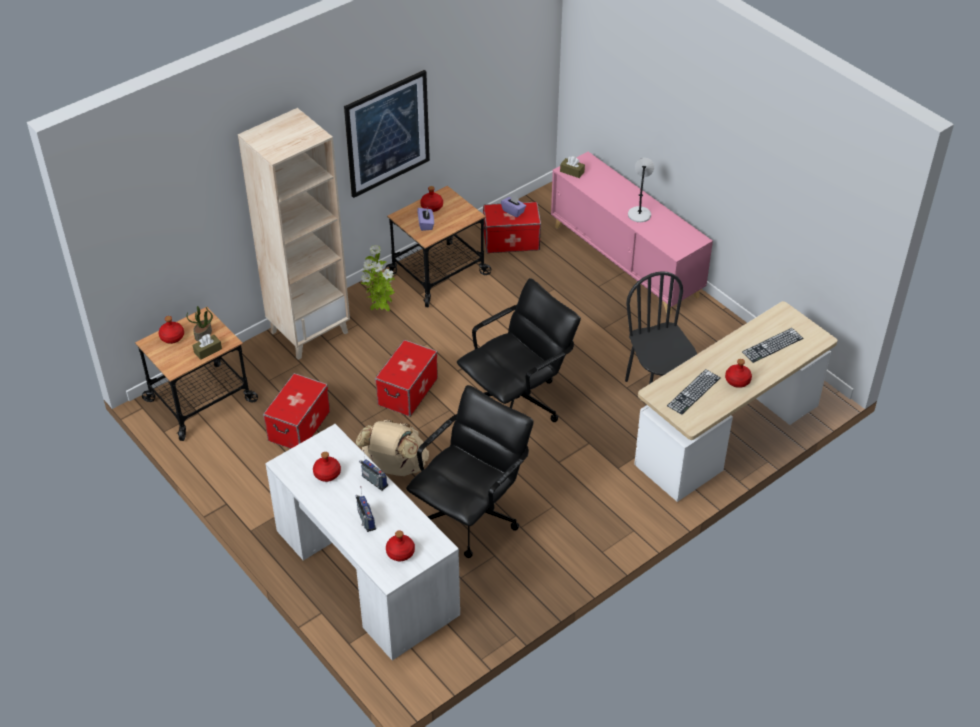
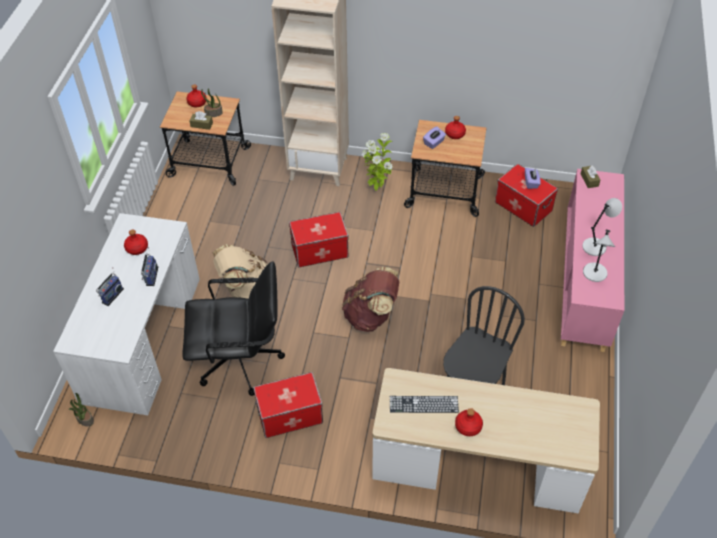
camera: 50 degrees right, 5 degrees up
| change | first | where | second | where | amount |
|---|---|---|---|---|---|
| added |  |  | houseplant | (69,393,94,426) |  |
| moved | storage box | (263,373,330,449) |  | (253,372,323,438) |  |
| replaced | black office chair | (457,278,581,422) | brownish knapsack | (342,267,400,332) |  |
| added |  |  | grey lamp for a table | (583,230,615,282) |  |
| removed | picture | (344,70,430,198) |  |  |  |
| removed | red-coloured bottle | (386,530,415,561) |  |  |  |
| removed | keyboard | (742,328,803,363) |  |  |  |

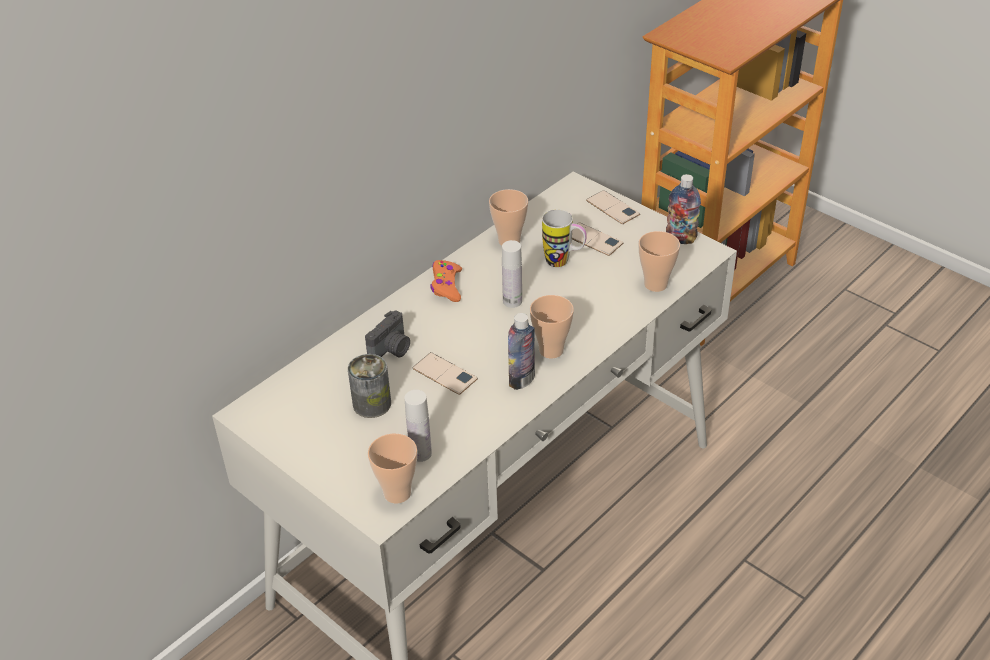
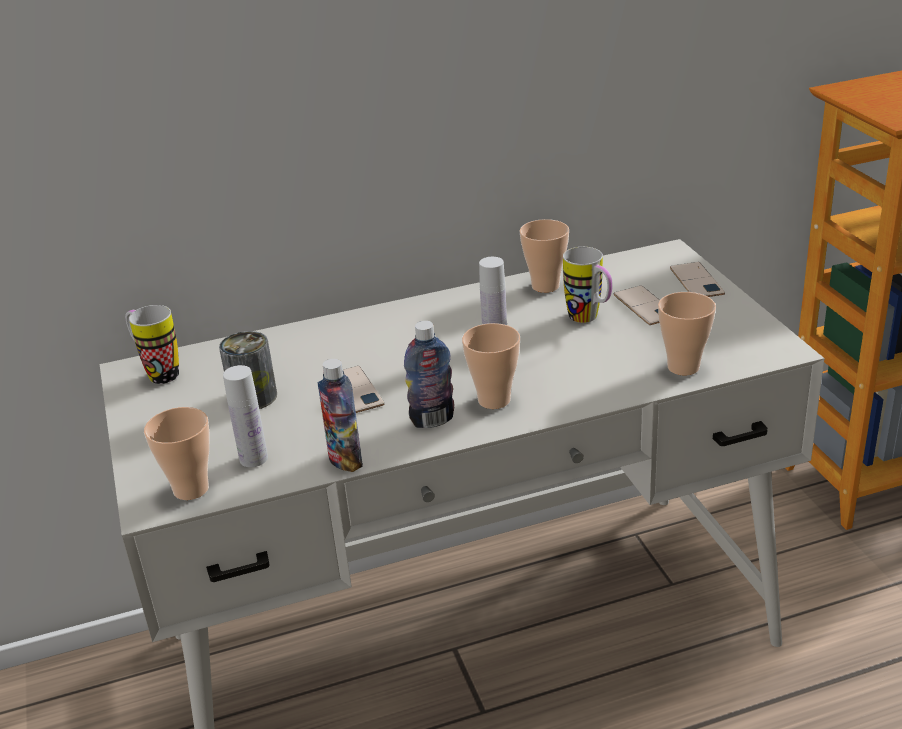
camera: 30 degrees right, 10 degrees down
| change | first | where | second | where | amount |
|---|---|---|---|---|---|
| added |  |  | mug | (125,305,179,384) |  |
| moved | bottle | (666,174,701,244) |  | (318,359,363,472) |  |
| removed | photo camera | (365,311,410,358) |  |  |  |
| removed | orange-coloured gamepad | (430,260,462,302) |  |  |  |

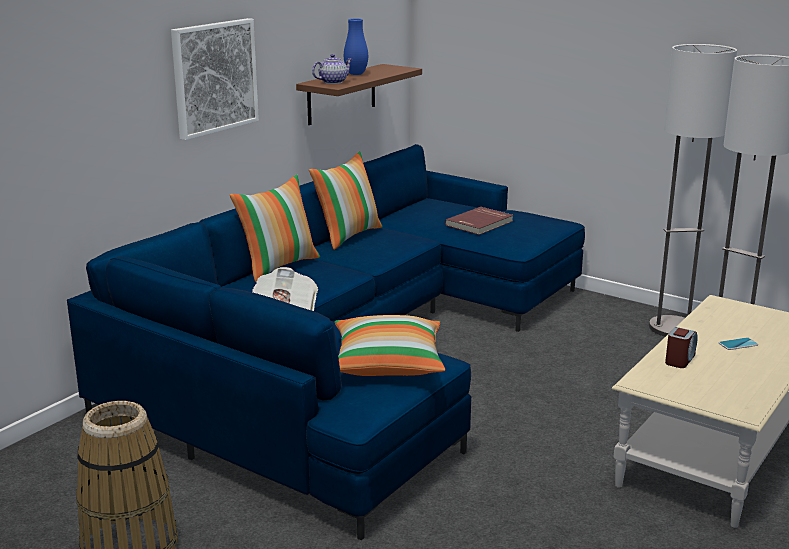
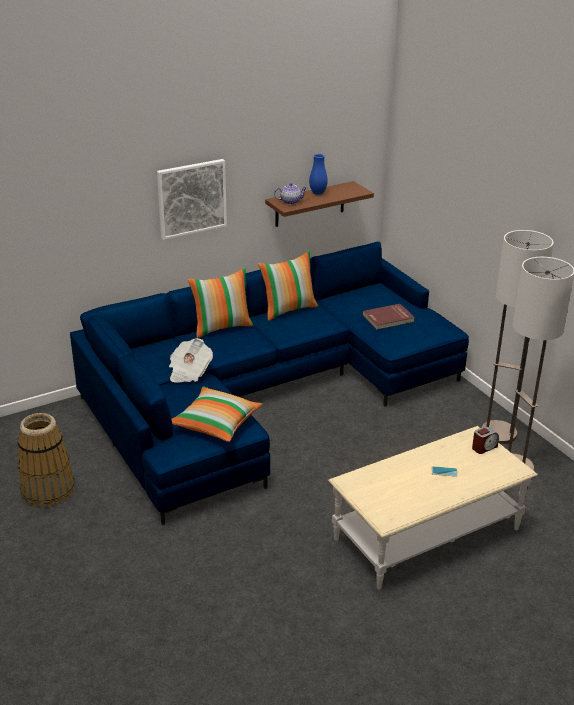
camera: 25 degrees right, 10 degrees up
| change | first | where | second | where | amount |
|---|---|---|---|---|---|
| moved | bedside clock | (665,327,698,368) |  | (472,426,499,454) |  |

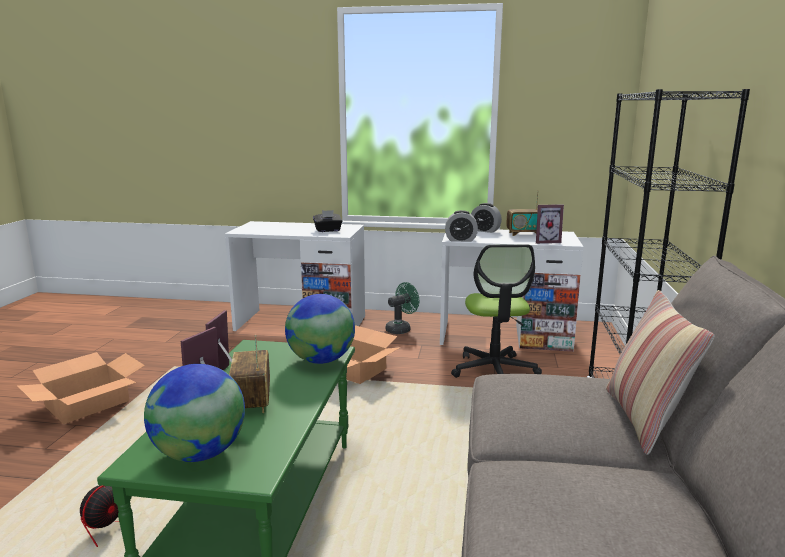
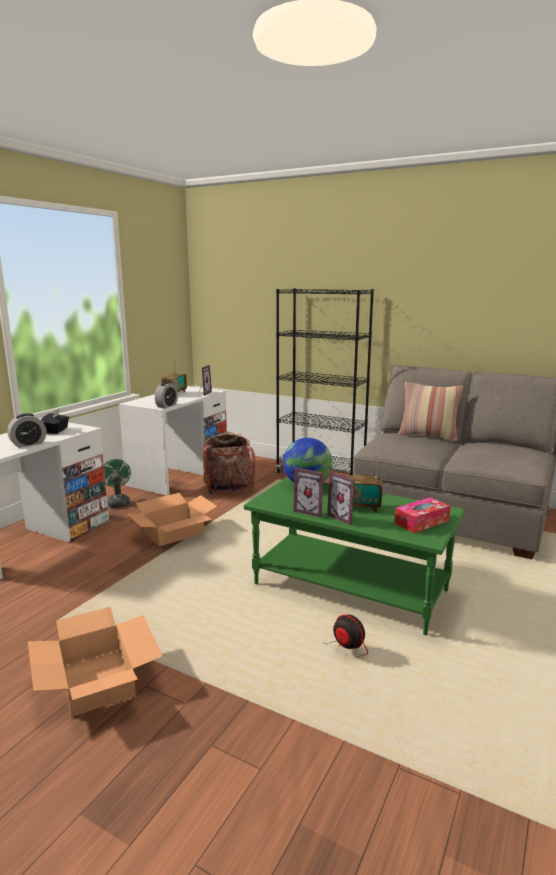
camera: 70 degrees left, 0 degrees up
| change | first | where | second | where | amount |
|---|---|---|---|---|---|
| moved | bedside clock | (471,203,502,233) |  | (7,413,46,448) |  |
| replaced | office chair | (451,244,542,378) | knapsack | (203,431,255,494) |  |
| replaced | globe | (144,364,245,462) | tissue holder | (395,497,450,533) |  |

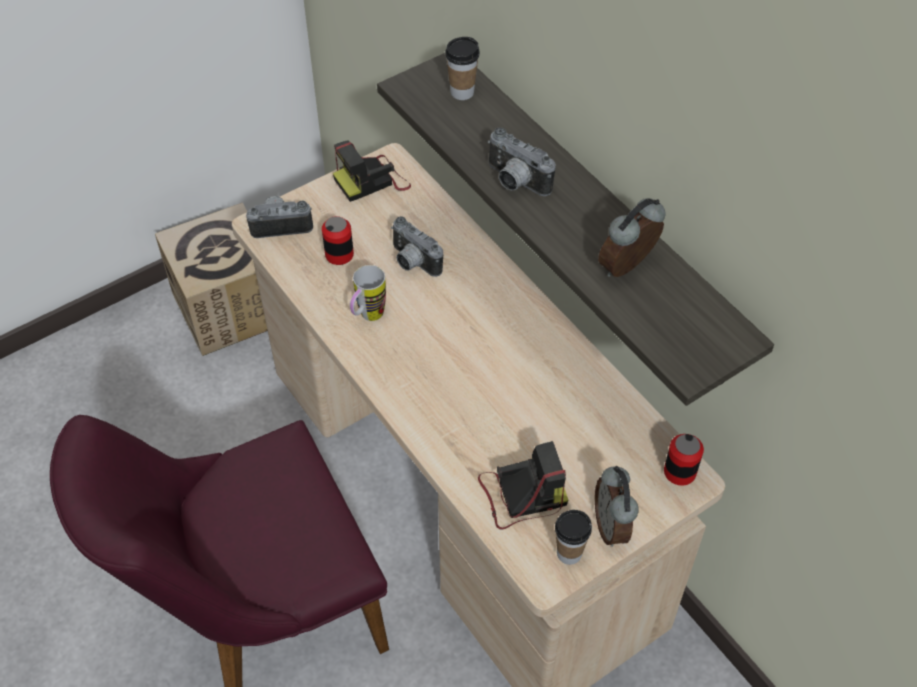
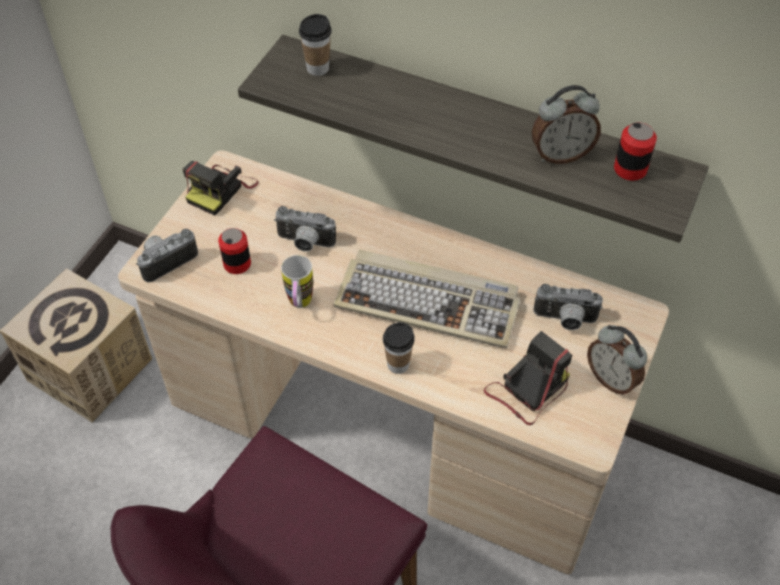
camera: 30 degrees left, 0 degrees up
| change | first | where | second | where | amount |
|---|---|---|---|---|---|
| added |  |  | keyboard | (333,250,520,349) |  |
| moved | small cup | (555,510,592,565) |  | (383,322,415,374) |  |
| turned | bedside clock | (598,198,666,277) |  | (532,85,601,164) | 120 degrees counterclockwise |
| moved | photo camera | (488,127,556,196) |  | (534,284,603,330) |  |
| moved | metal can | (664,434,704,486) |  | (614,123,657,181) |  |

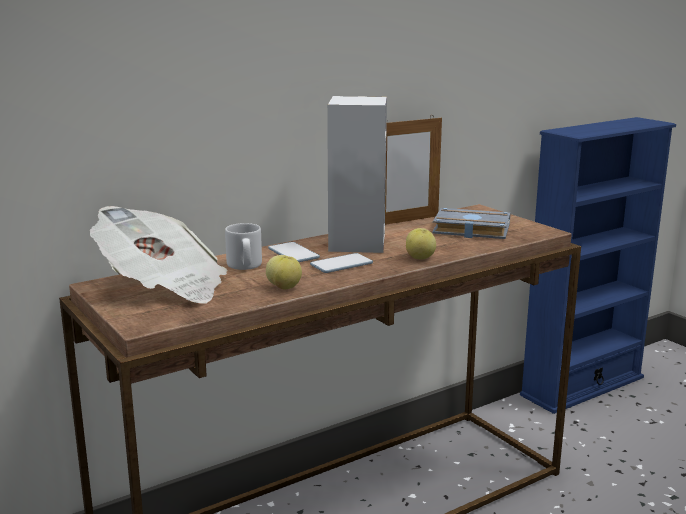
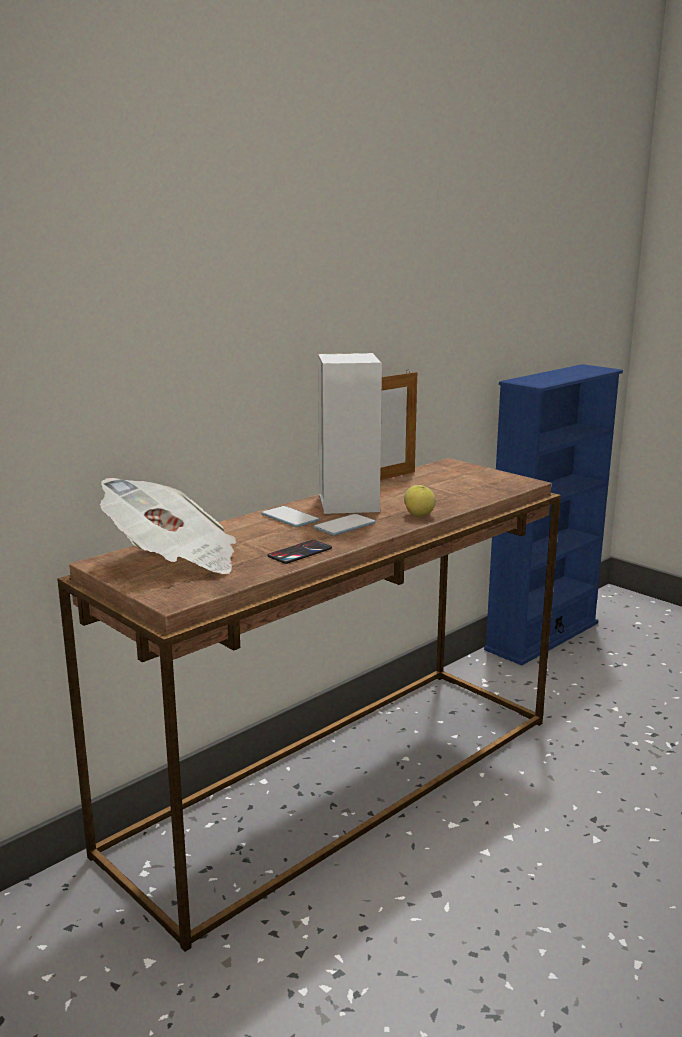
camera: 10 degrees left, 0 degrees up
| change | first | where | second | where | amount |
|---|---|---|---|---|---|
| replaced | apple fruit | (266,255,302,290) | telephone | (268,540,332,564) |  |
| removed | grey mug | (225,223,262,270) |  |  |  |
| removed | grey volume | (432,208,510,239) |  |  |  |

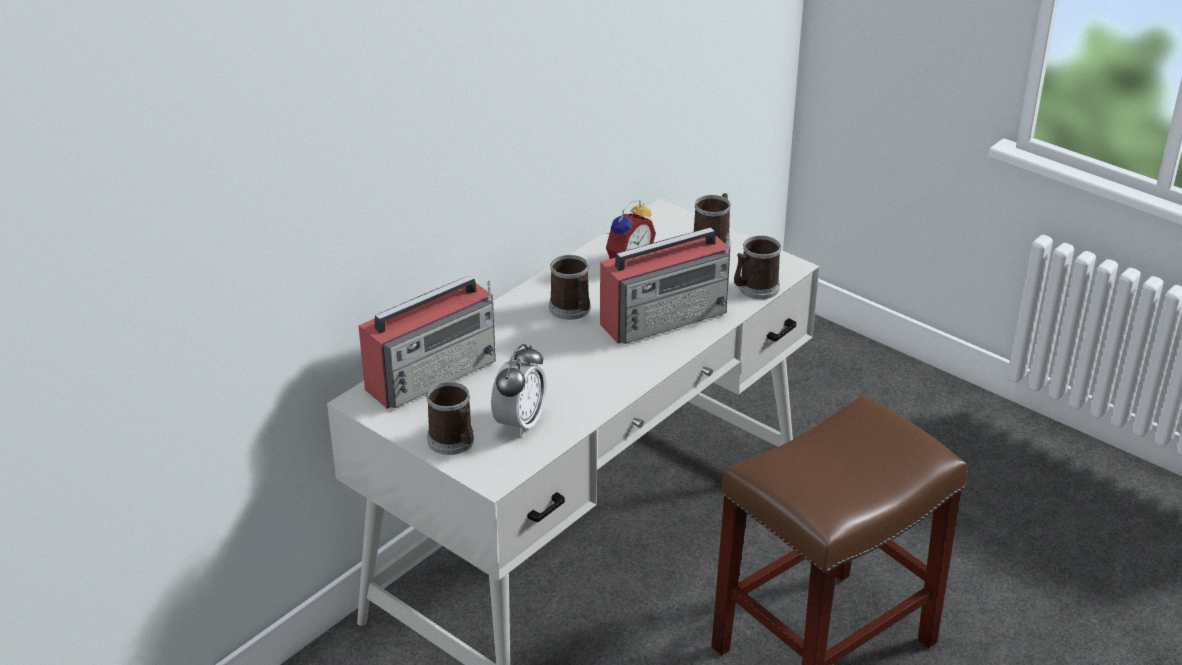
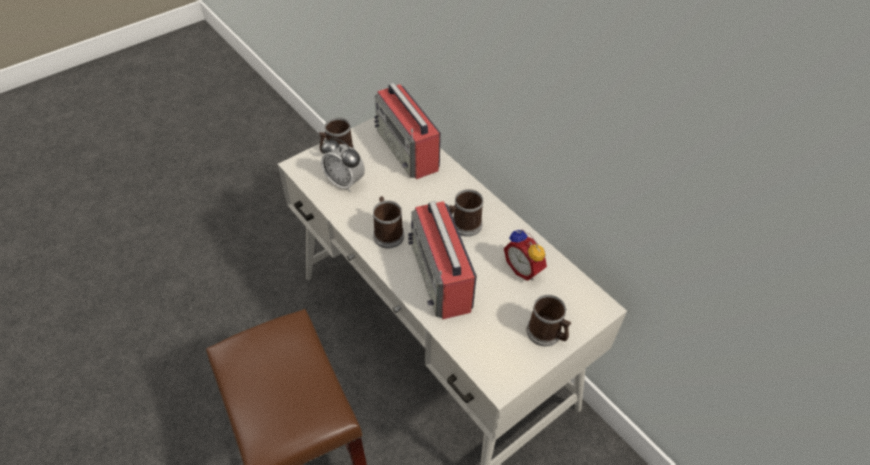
camera: 100 degrees right, 15 degrees up
| change | first | where | second | where | amount |
|---|---|---|---|---|---|
| moved | mug | (734,236,781,299) |  | (373,196,404,248) |  |

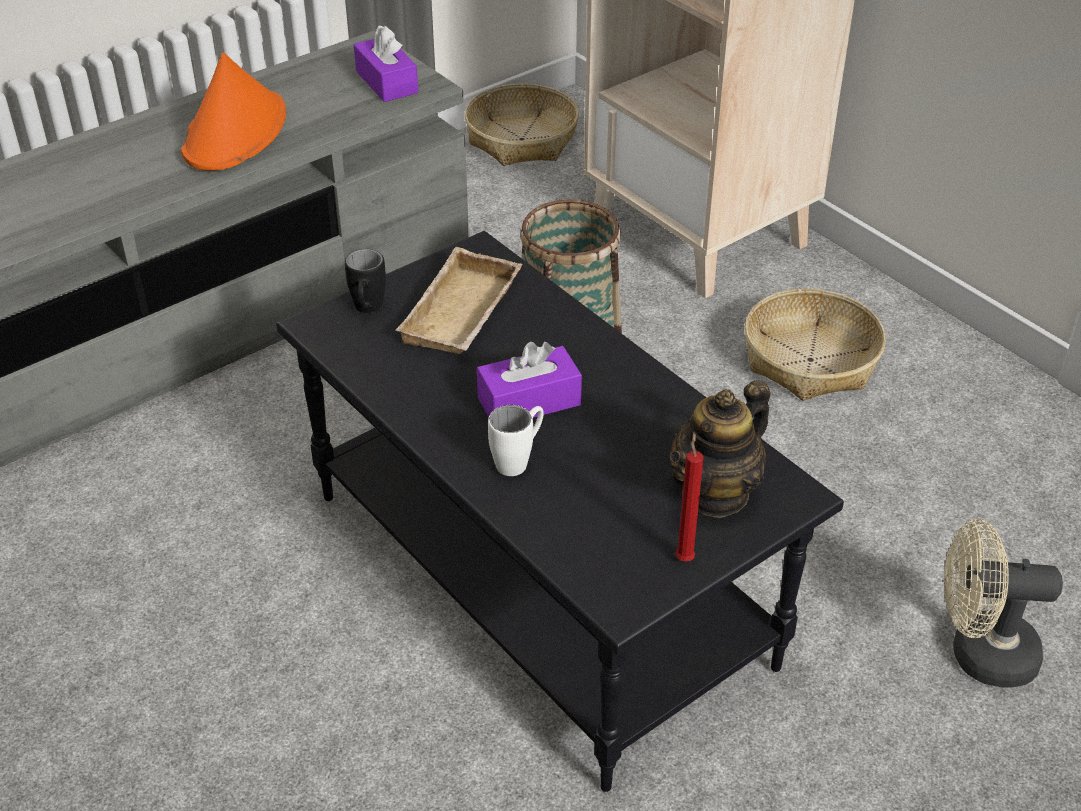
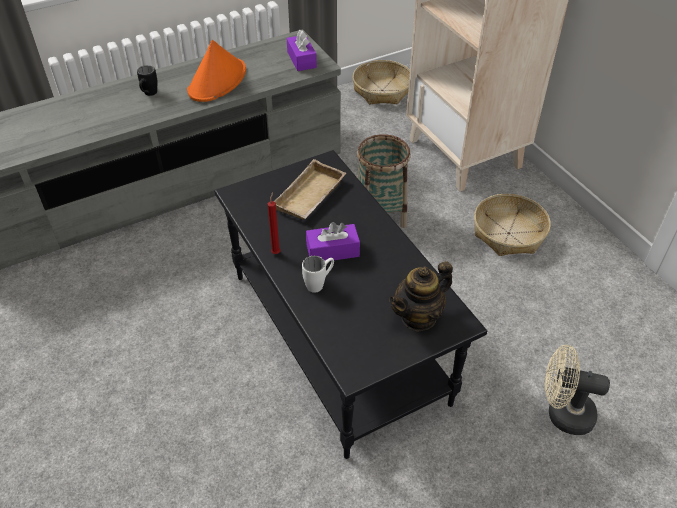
camera: 10 degrees right, 5 degrees up
| change | first | where | second | where | amount |
|---|---|---|---|---|---|
| moved | black mug | (345,249,386,313) |  | (137,65,157,96) |  |
| moved | red-coloured wax candle | (675,432,704,562) |  | (268,192,280,254) |  |

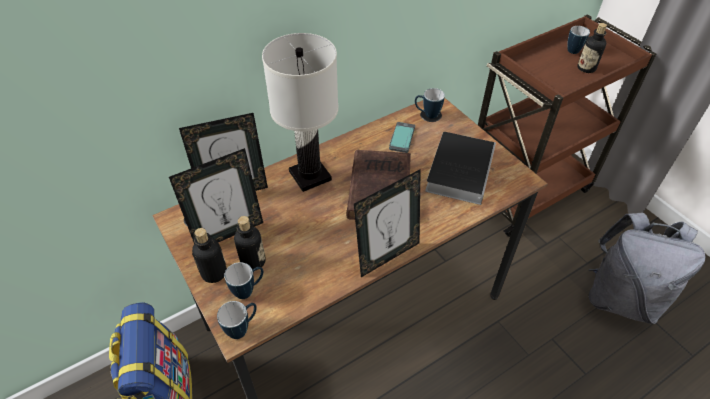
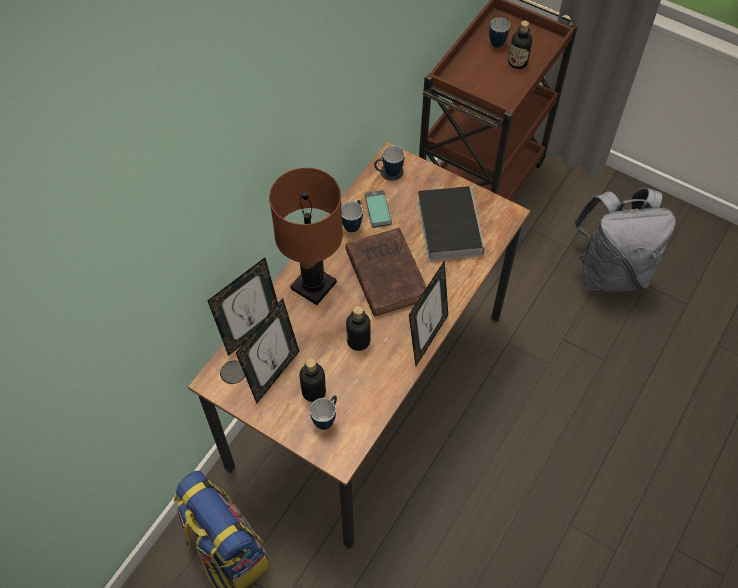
camera: 25 degrees left, 10 degrees up
| change | first | where | second | where | amount |
|---|---|---|---|---|---|
| recoloured | white-coloured lamp for a table | (262,33,339,192) | brownish lamp for a table | (269,168,343,305) |  |
| moved | mug | (217,301,257,339) |  | (341,200,363,233) |  |
| moved | bottle | (192,228,227,283) |  | (346,306,371,351) |  |

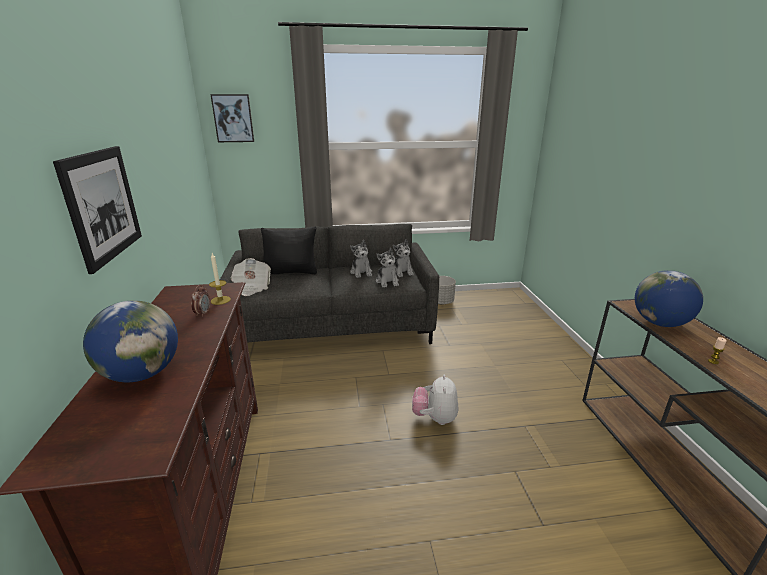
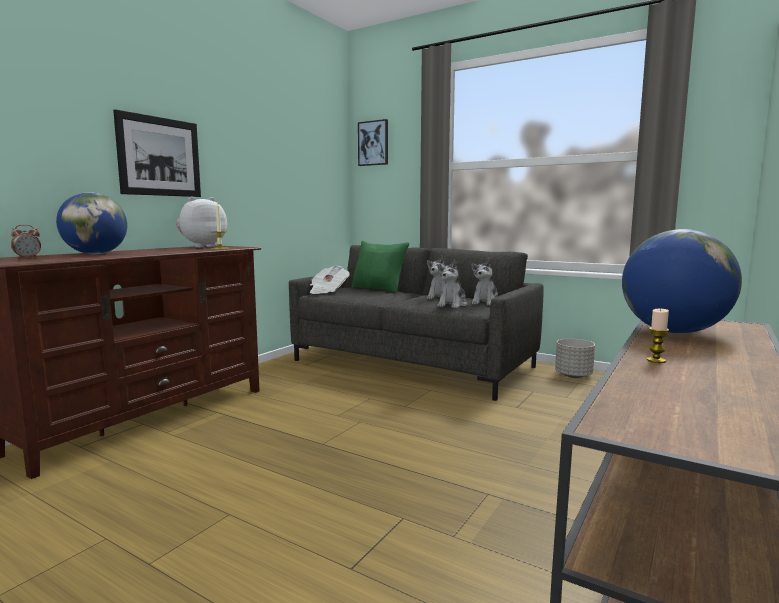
camera: 40 degrees right, 15 degrees down
| change | first | where | second | where | amount |
|---|---|---|---|---|---|
| moved | bedside clock | (191,285,210,317) |  | (11,225,41,259) |  |
| moved | plush toy | (412,374,458,425) |  | (176,197,227,248) |  |
| recoloured | black cushion | (261,226,317,274) | greenish cushion | (352,241,409,293) |  |

